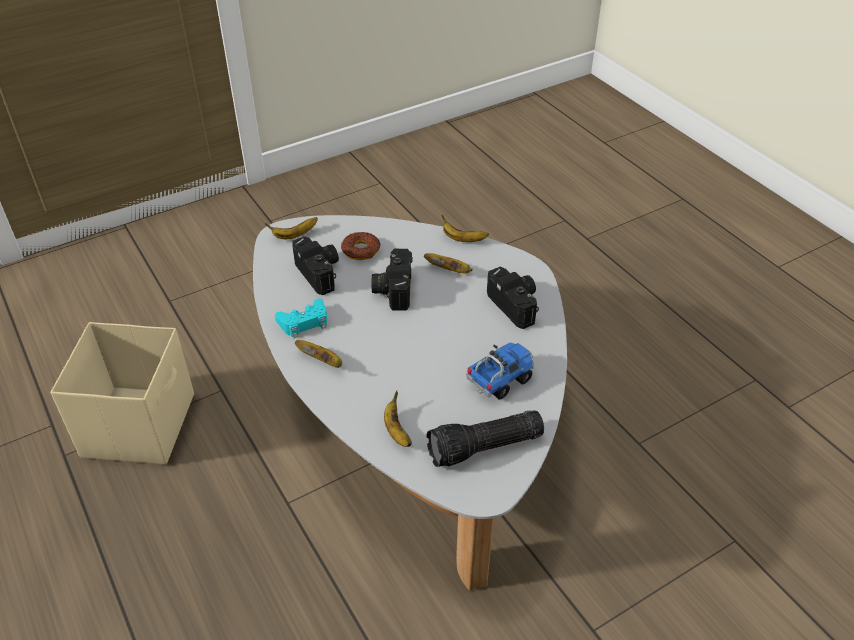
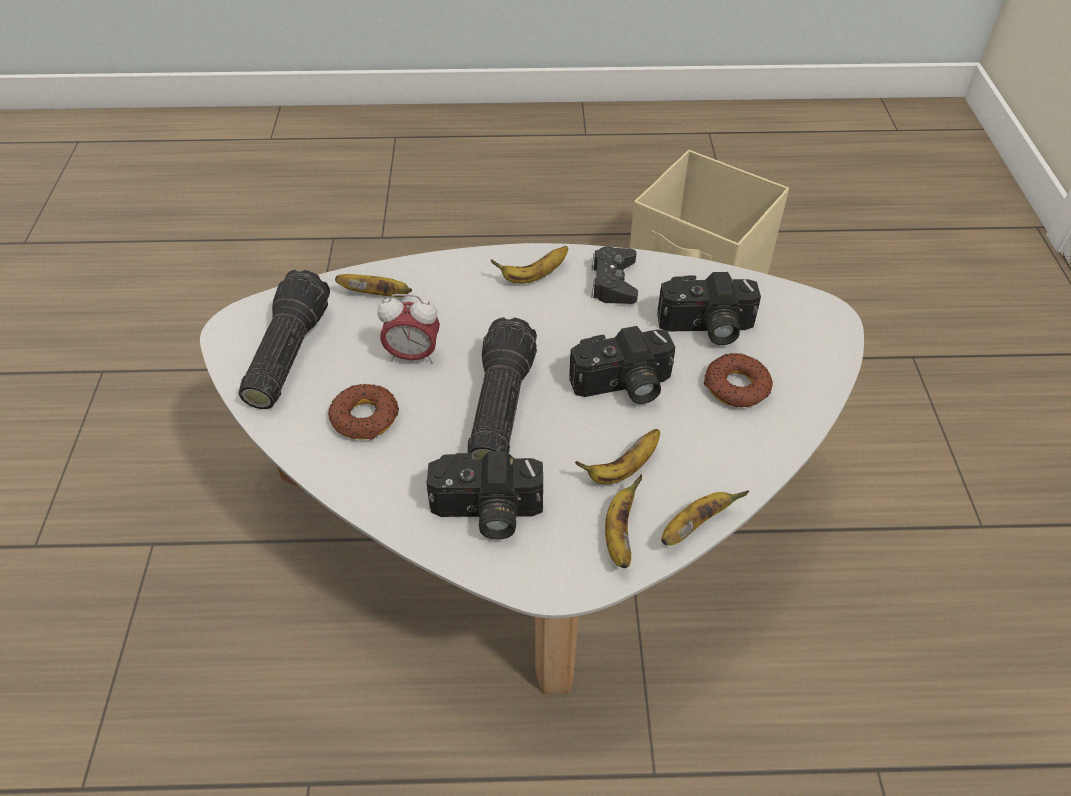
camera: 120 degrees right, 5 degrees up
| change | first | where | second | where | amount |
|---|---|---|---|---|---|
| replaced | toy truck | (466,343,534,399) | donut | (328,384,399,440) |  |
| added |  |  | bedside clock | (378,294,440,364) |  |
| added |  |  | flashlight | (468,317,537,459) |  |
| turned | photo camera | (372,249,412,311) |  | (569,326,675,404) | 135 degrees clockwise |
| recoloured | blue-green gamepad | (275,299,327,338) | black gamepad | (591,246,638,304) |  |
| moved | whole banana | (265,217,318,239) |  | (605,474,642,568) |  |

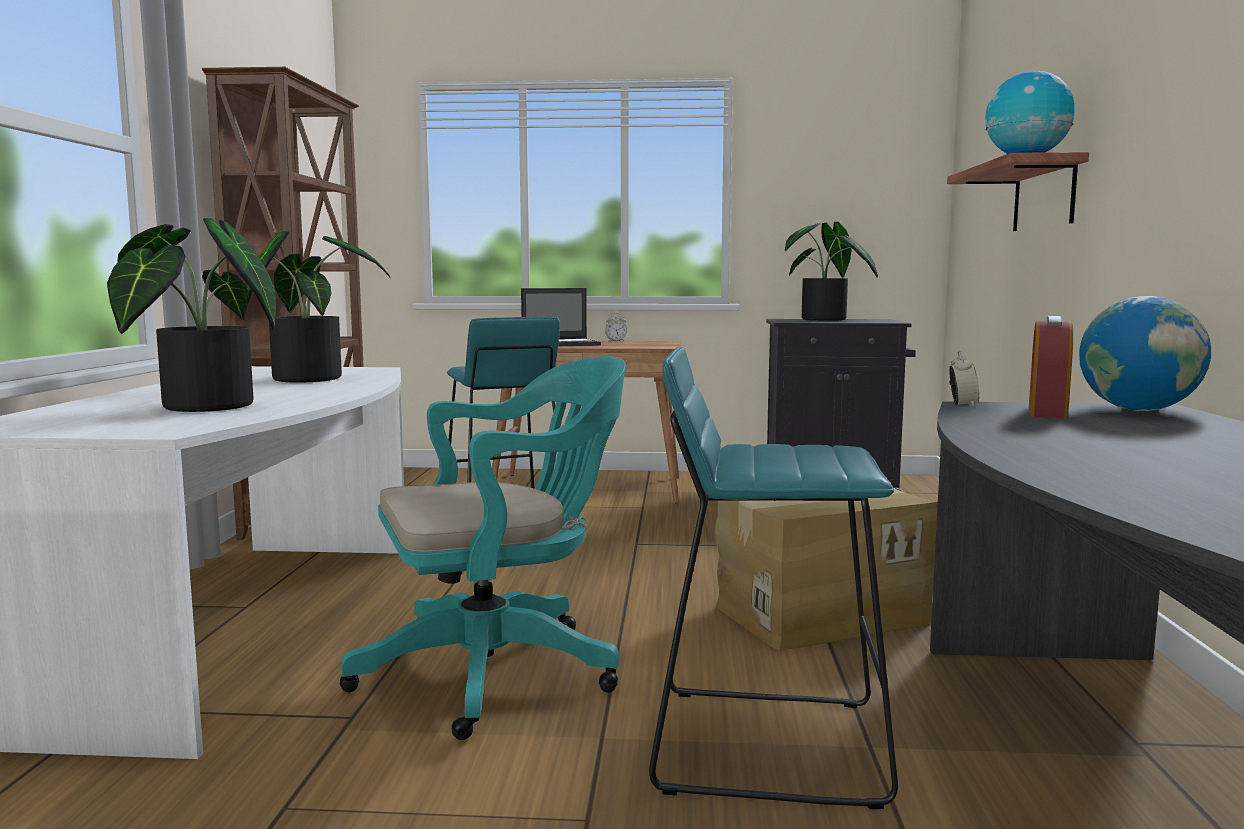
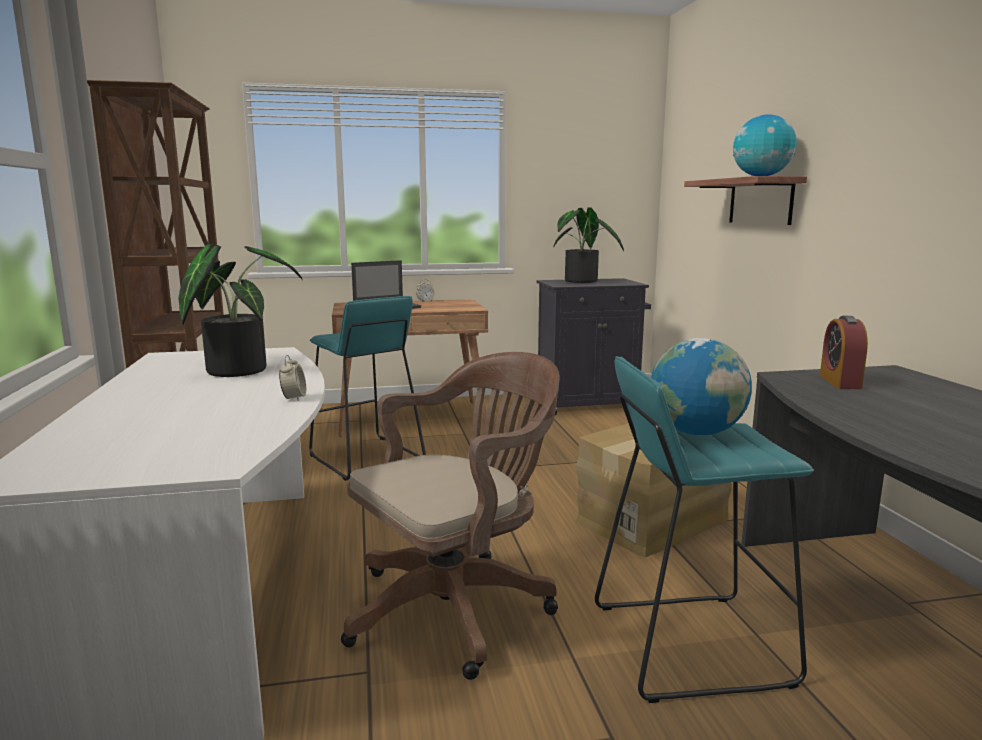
camera: 15 degrees left, 5 degrees up
| change | first | where | second | where | amount |
|---|---|---|---|---|---|
| moved | bedside clock | (949,351,979,407) |  | (279,355,306,401) |  |
| recoloured | blue-green office chair | (340,356,625,740) | brownish office chair | (341,352,560,680) |  |
| moved | globe | (1079,296,1211,411) |  | (651,338,752,435) |  |
| removed | houseplant | (107,218,276,412) |  |  |  |

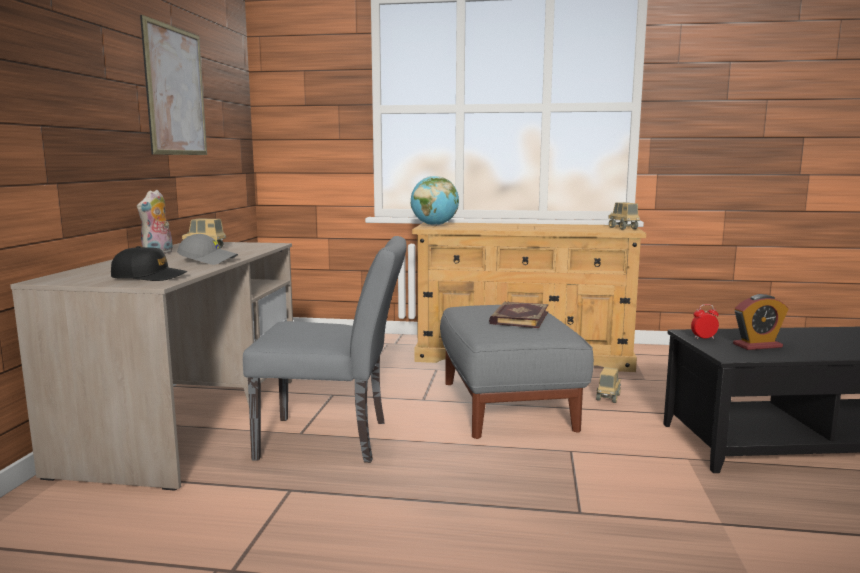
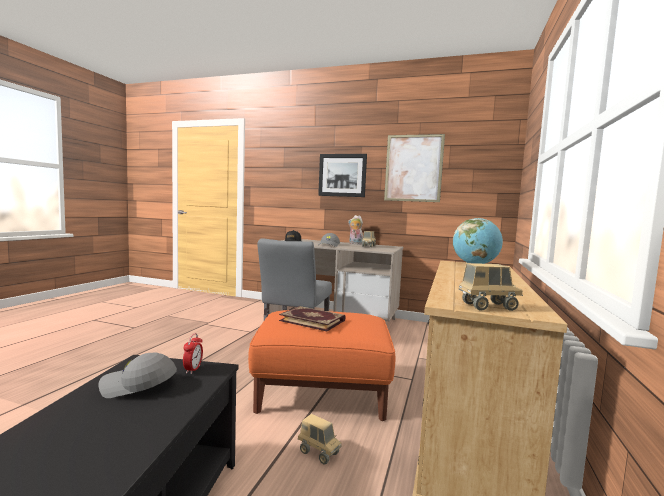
camera: 100 degrees right, 5 degrees down
| change | first | where | second | where | amount |
|---|---|---|---|---|---|
| replaced | bedside clock | (733,294,789,350) | grey baseball cap | (98,352,177,398) |  |
| recoloured | grey pouffe | (440,305,594,439) | orange-coloured pouffe | (248,310,395,421) |  |
| added |  |  | picture | (318,154,367,197) |  |

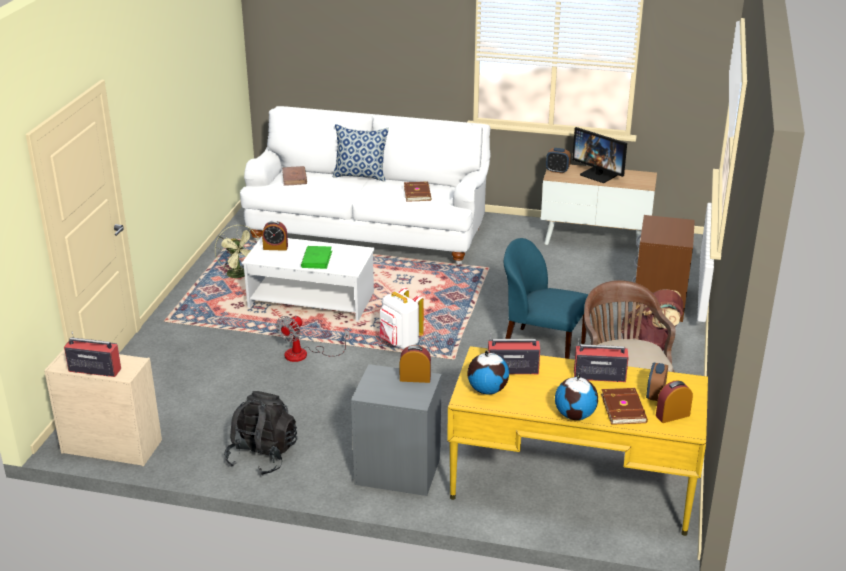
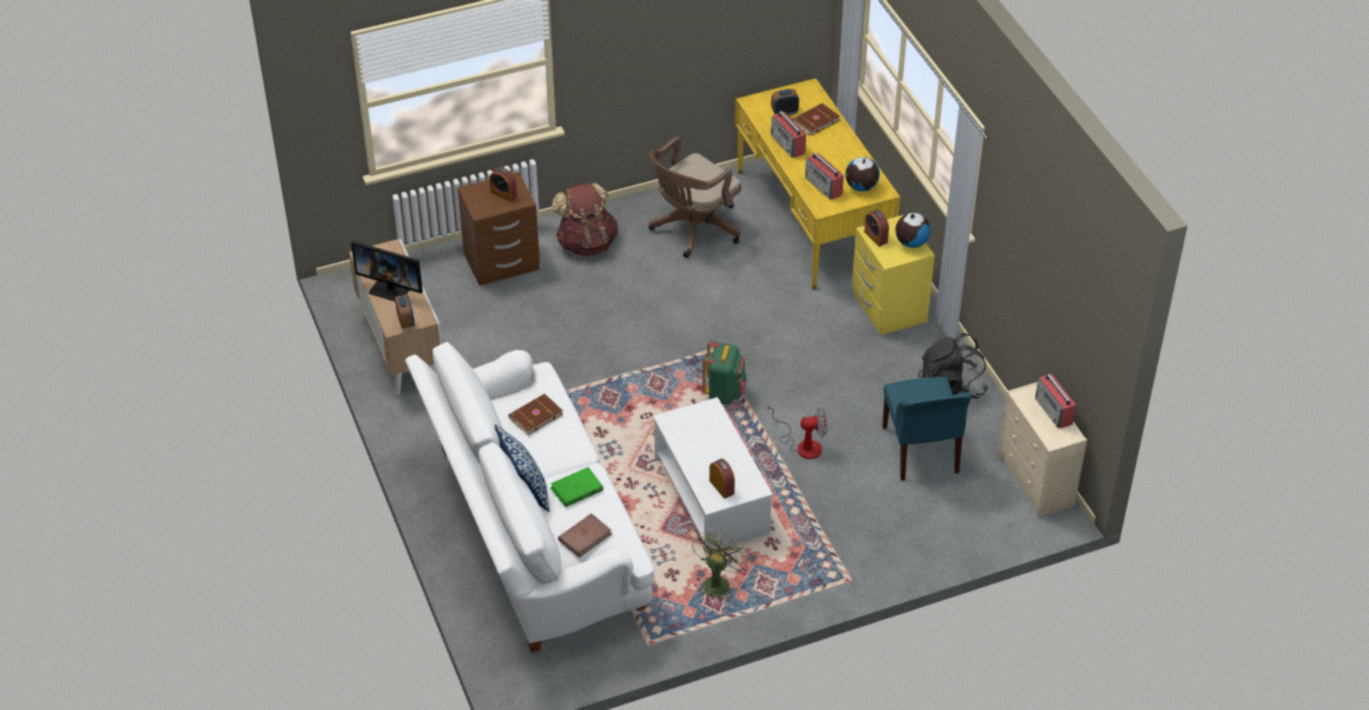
camera: 125 degrees left, 15 degrees up
| change | first | where | second | where | amount |
|---|---|---|---|---|---|
| turned | computer display | (572,127,627,183) |  | (351,241,423,301) | 105 degrees clockwise |
| moved | bedside clock | (656,380,693,423) |  | (490,167,517,202) |  |
| moved | greenish volume | (301,246,332,269) |  | (550,467,603,507) |  |
| recoloured | white-coloured knapsack | (379,287,424,350) | greenish knapsack | (703,340,747,405) |  |
| recoloured | grey bedside table | (351,364,441,496) | yellow bedside table | (852,215,935,335) |  |
| moved | blue-coloured plain chair | (504,238,588,359) |  | (882,377,972,481) |  |
| moved | globe | (555,374,598,420) |  | (895,213,931,248) |  |

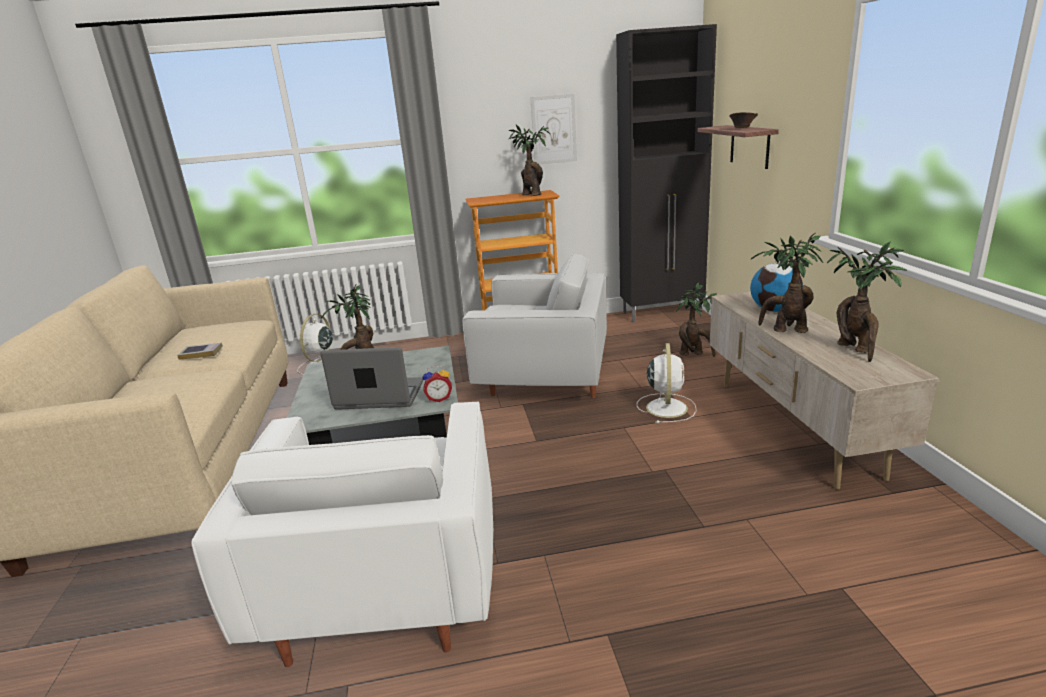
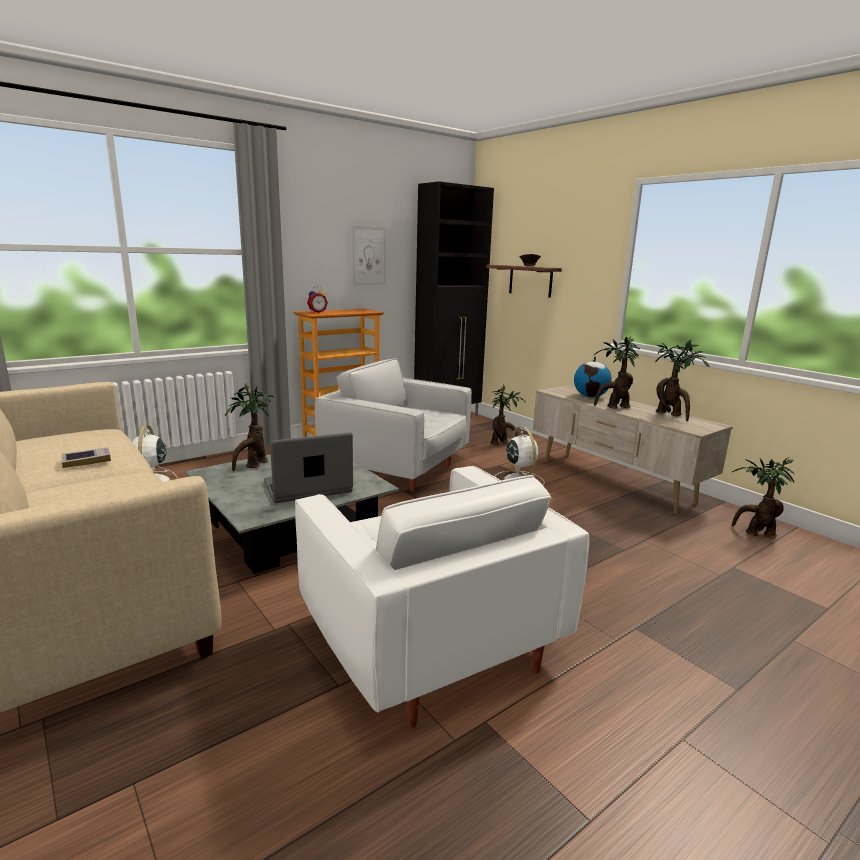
camera: 30 degrees left, 5 degrees down
| change | first | where | second | where | amount |
|---|---|---|---|---|---|
| moved | bedside clock | (423,366,452,402) |  | (307,286,328,313) |  |
| turned | white-coloured lounge chair | (462,253,607,398) |  | (315,358,472,492) | 135 degrees counterclockwise |
| moved | houseplant | (508,125,550,196) |  | (732,457,794,539) |  |

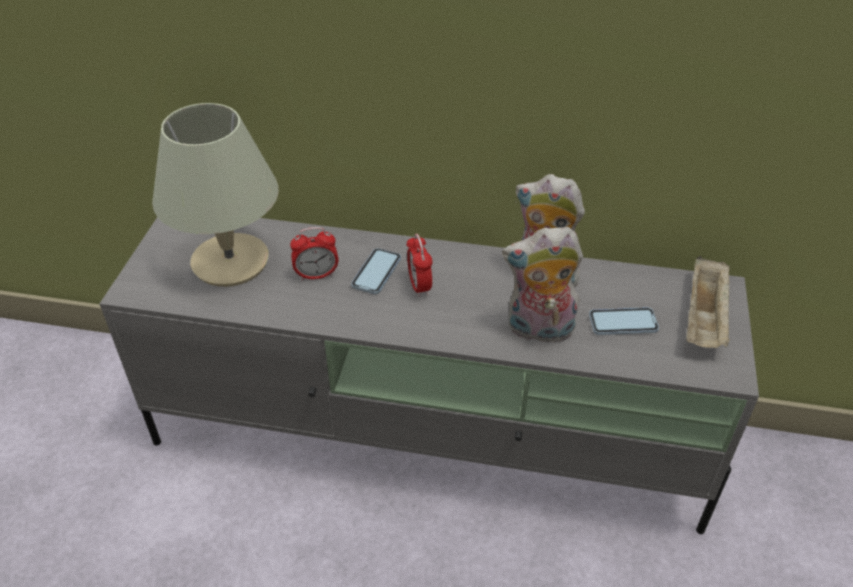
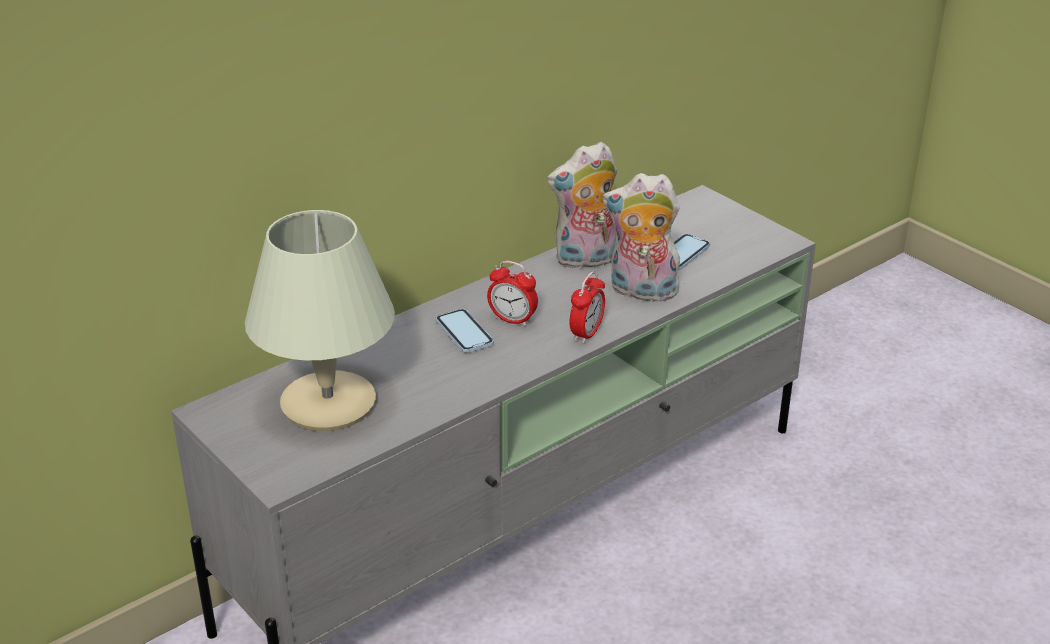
camera: 50 degrees left, 10 degrees down
| change | first | where | second | where | amount |
|---|---|---|---|---|---|
| moved | bedside clock | (290,227,338,281) |  | (570,271,605,344) |  |
| turned | plush toy | (502,227,583,347) |  | (602,173,682,302) | 60 degrees clockwise |
| removed | sand-coloured carrying tray | (686,256,730,348) |  |  |  |

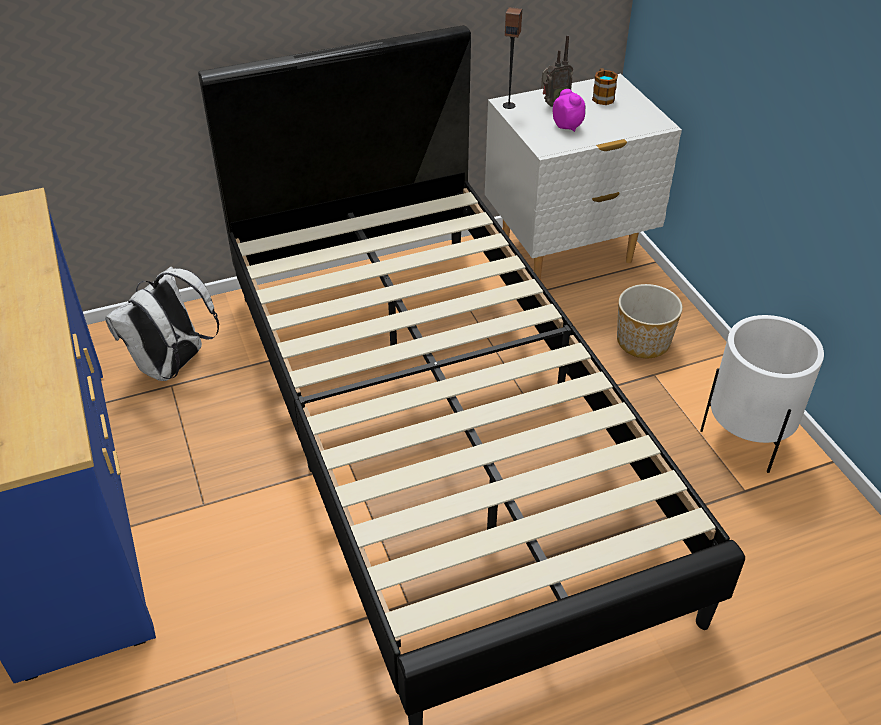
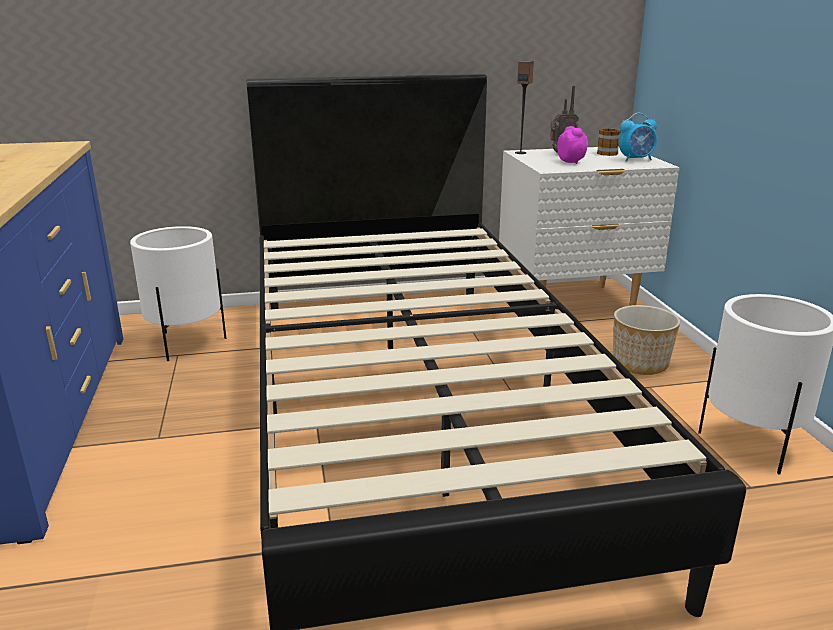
camera: 10 degrees right, 20 degrees down
| change | first | where | second | where | amount |
|---|---|---|---|---|---|
| replaced | white-coloured knapsack | (105,267,219,381) | white-coloured planter | (130,226,226,361) |  |
| added |  |  | bedside clock | (619,113,657,162) |  |

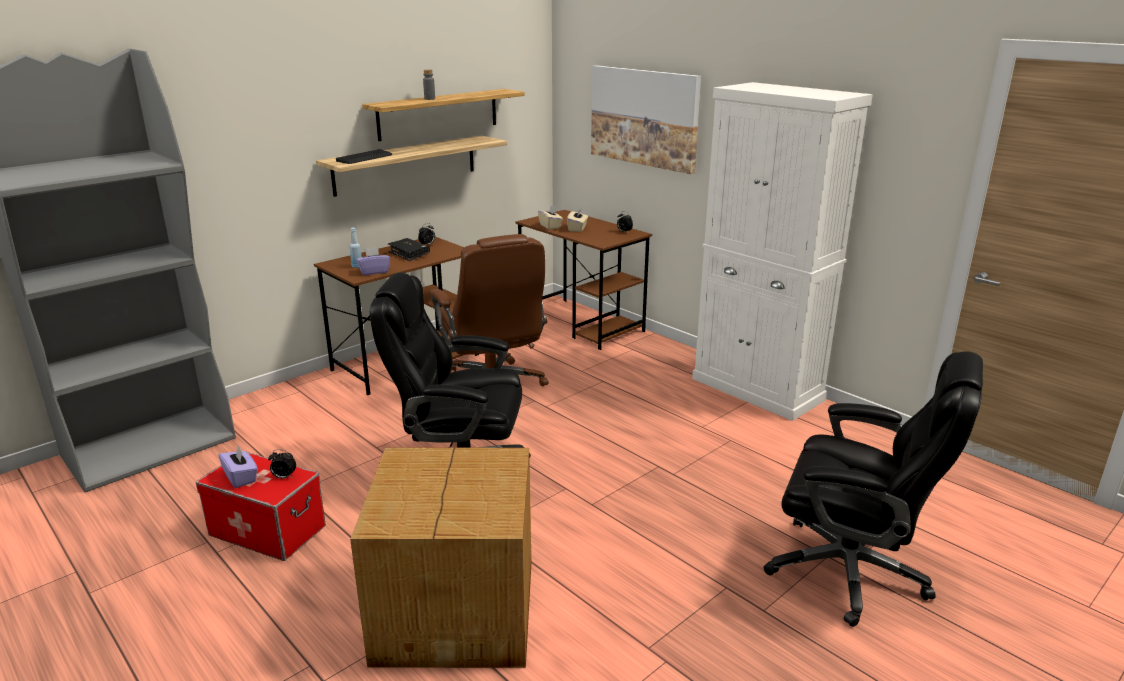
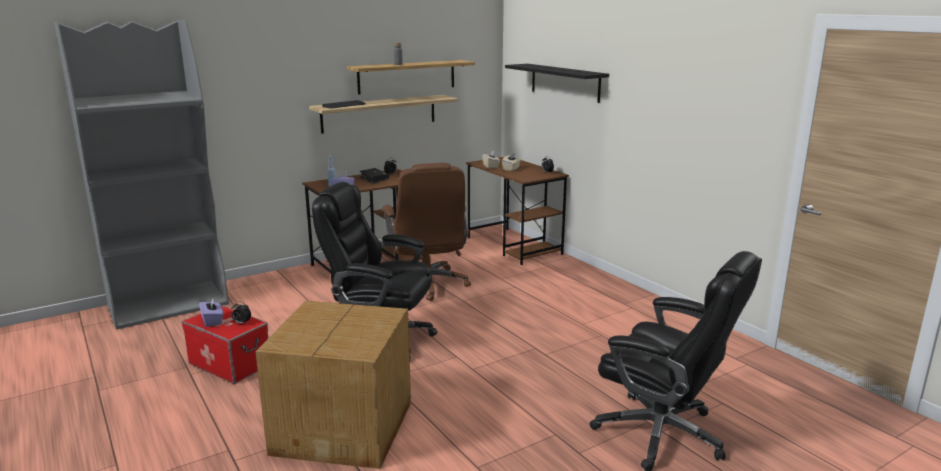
camera: 10 degrees right, 5 degrees down
| change | first | where | second | where | amount |
|---|---|---|---|---|---|
| replaced | picture | (591,65,701,174) | black shelf | (505,64,609,103) |  |
| removed | white-coloured cabinet | (692,82,873,421) |  |  |  |

